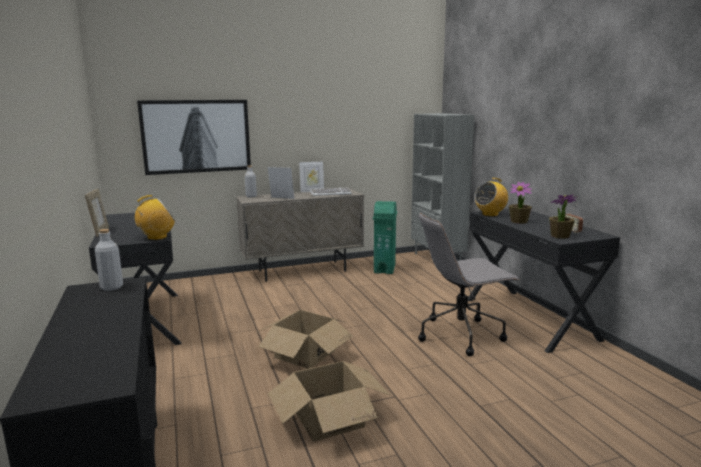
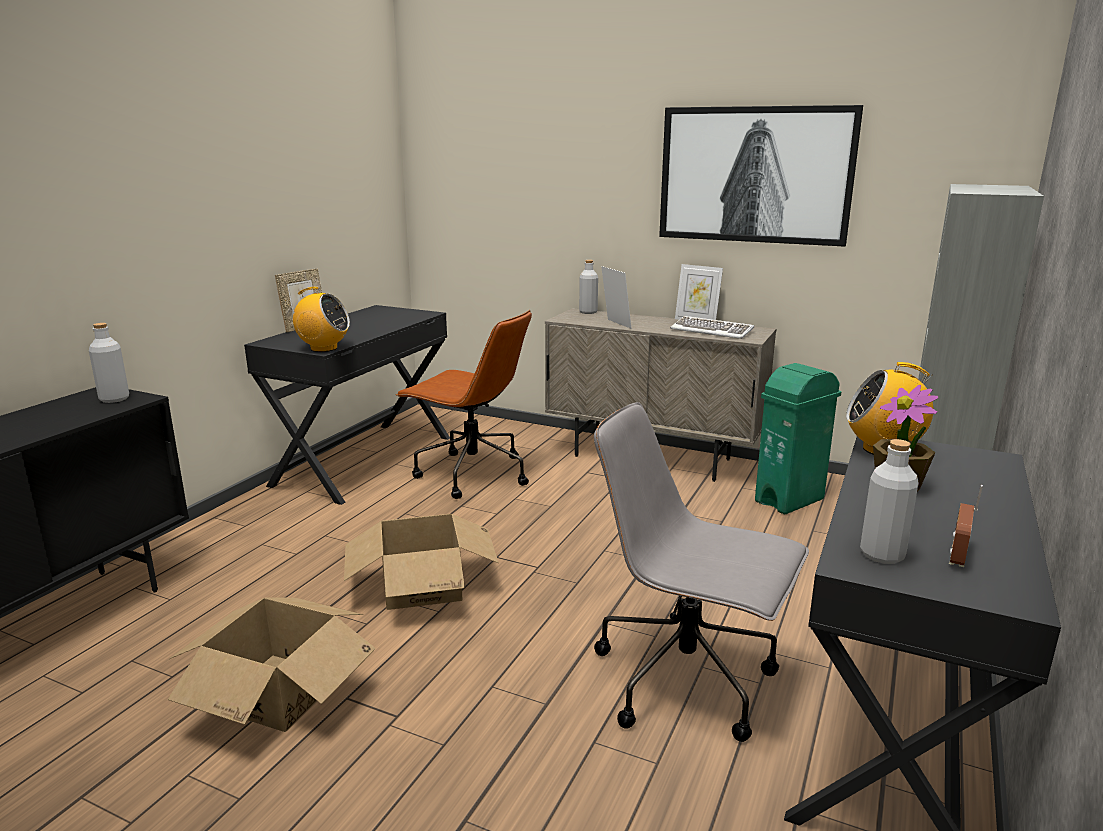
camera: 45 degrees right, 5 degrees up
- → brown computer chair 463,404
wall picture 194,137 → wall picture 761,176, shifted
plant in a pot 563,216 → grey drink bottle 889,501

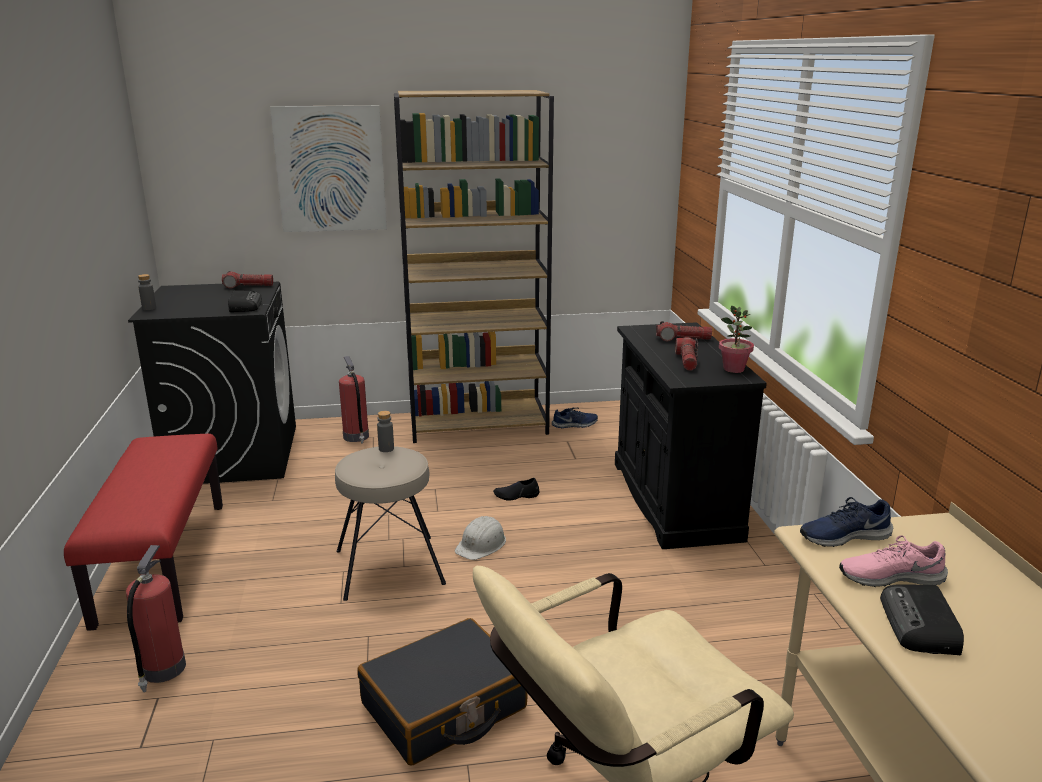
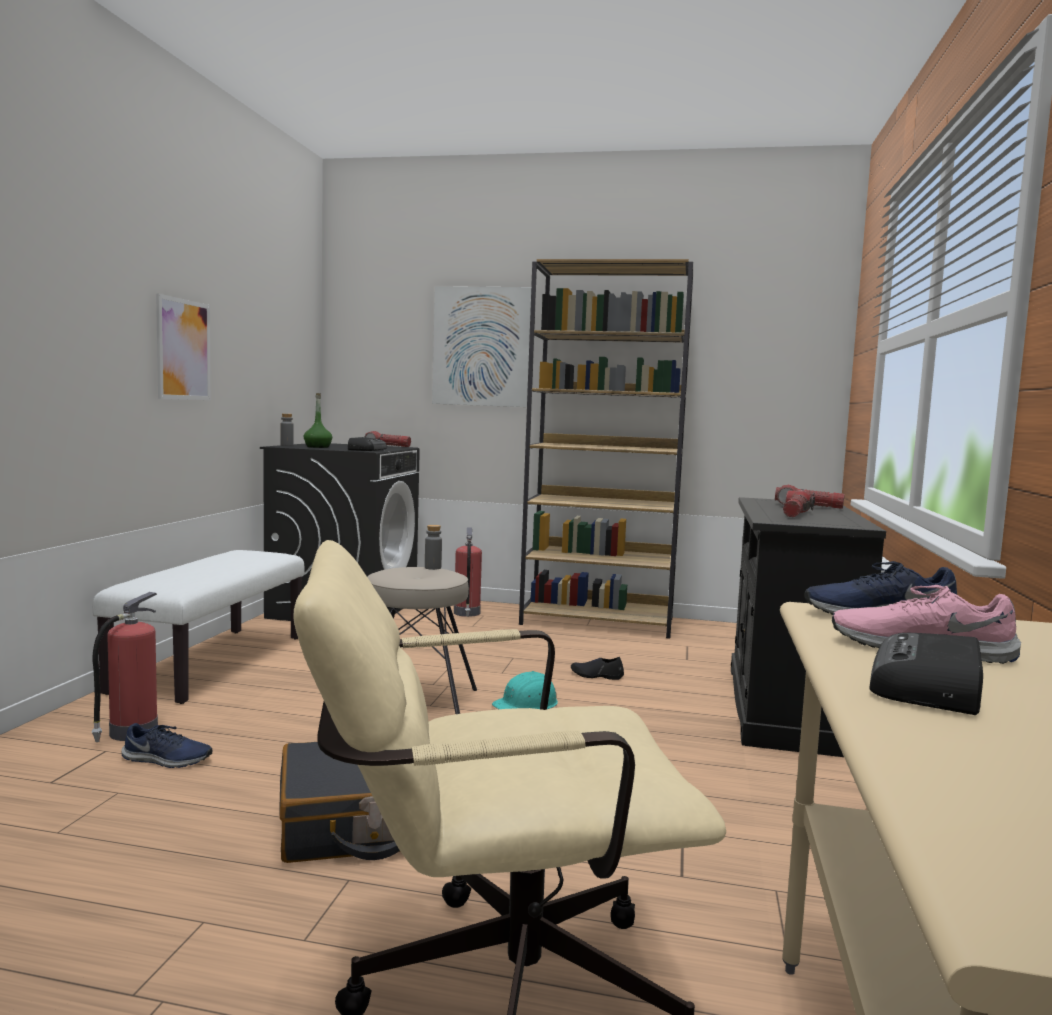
camera: 20 degrees right, 15 degrees down
red long seat 143,532 → white-coloured long seat 199,627
bluish low shoe 575,418 → bluish low shoe 167,745, shifted
- → wall picture 183,346
- → green drink bottle 318,420
white-coloured safety helmet 480,538 → turquoise safety helmet 525,690
plant in a pot 736,339 → -

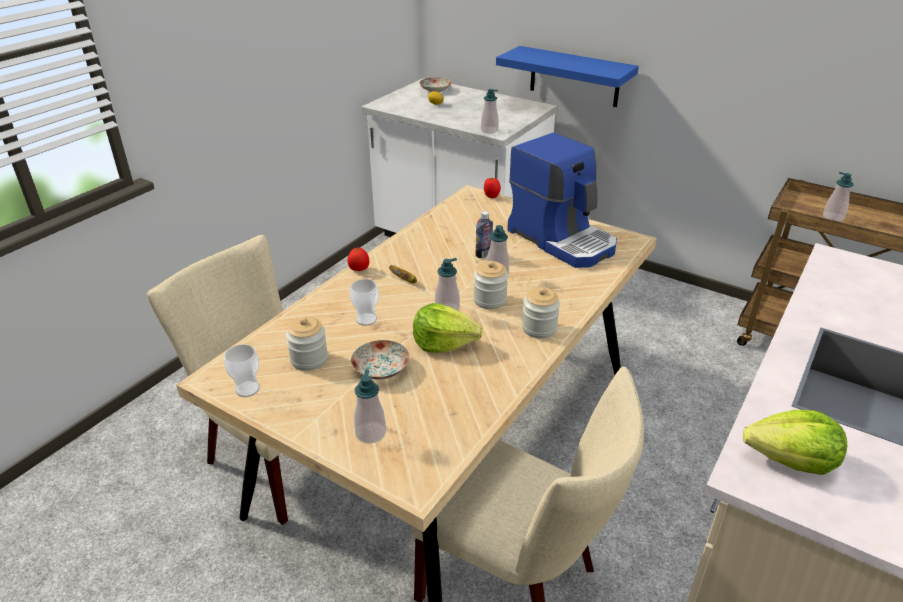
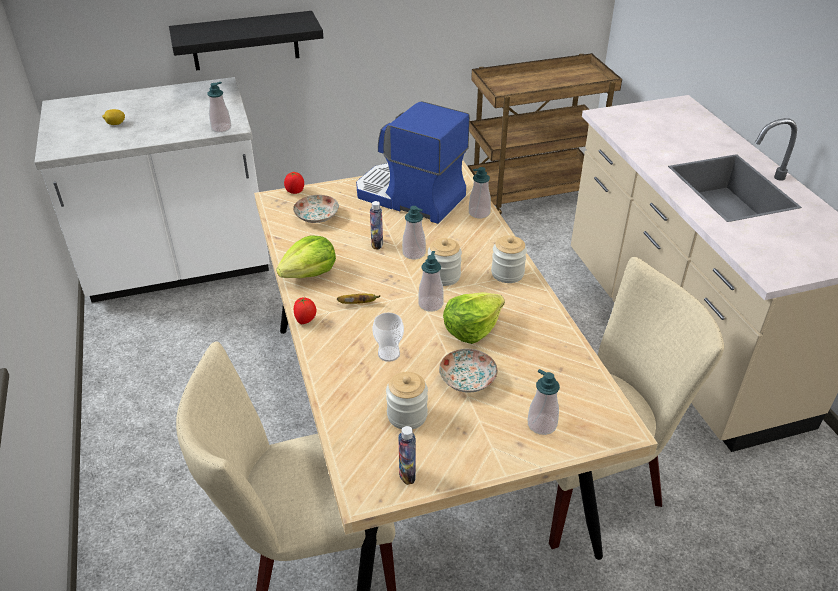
camera: 50 degrees left, 5 degrees up
bluish wall shelf 567,76 → black wall shelf 246,40
head of lettuce 795,442 → head of lettuce 306,256, shifted
flat dish 436,84 → flat dish 316,209, shifted
coffee brewer 562,200 → coffee brewer 413,162, 150 degrees counterclockwise
drinking cup 242,370 → drink bottle 407,455
soap dispenser 838,197 → soap dispenser 480,192, shifted

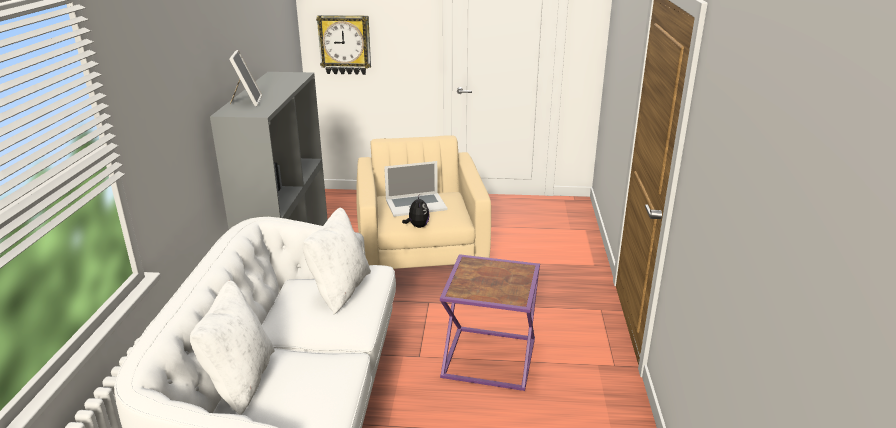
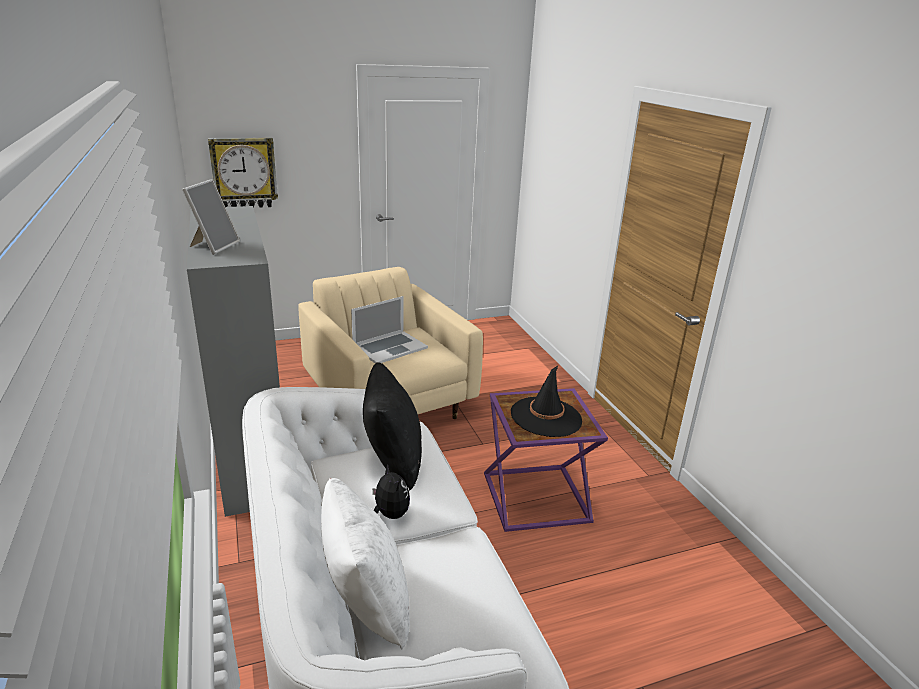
camera: 25 degrees left, 0 degrees up
standing frame 245,78 → standing frame 211,217, 45 degrees clockwise
white-coloured cushion 336,261 → black cushion 392,426
plush toy 416,212 → plush toy 391,491, shifted
- → black hat 546,401

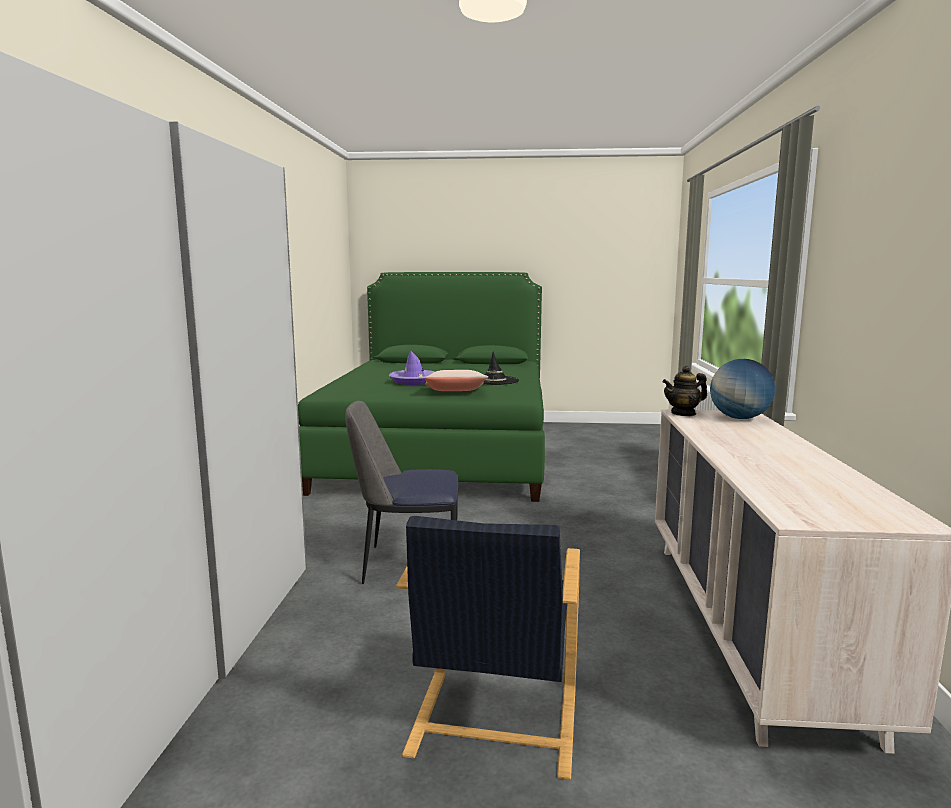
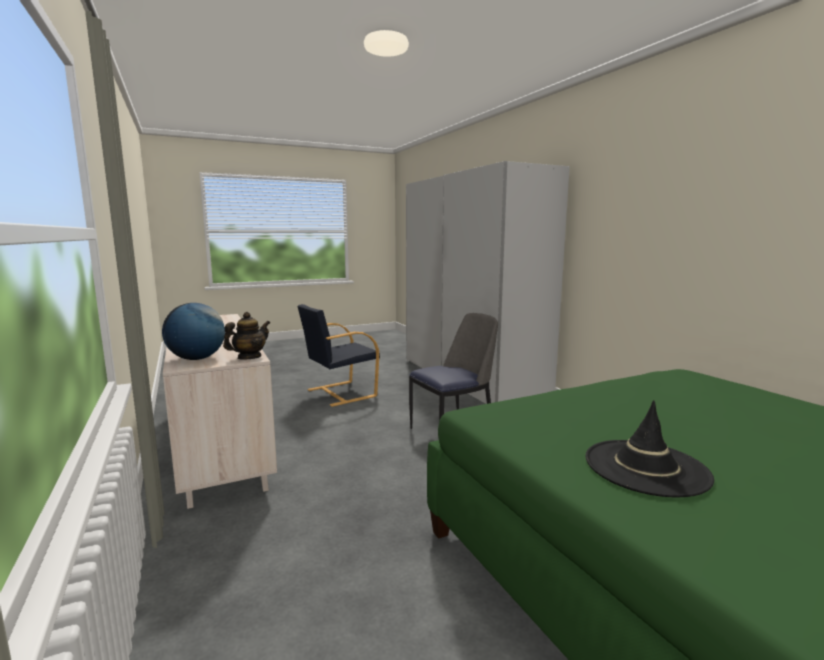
camera: 150 degrees right, 0 degrees up
black easy chair 488,648 → black easy chair 339,355, 105 degrees counterclockwise
purplish hat 412,367 → -
beige cushion 456,380 → -

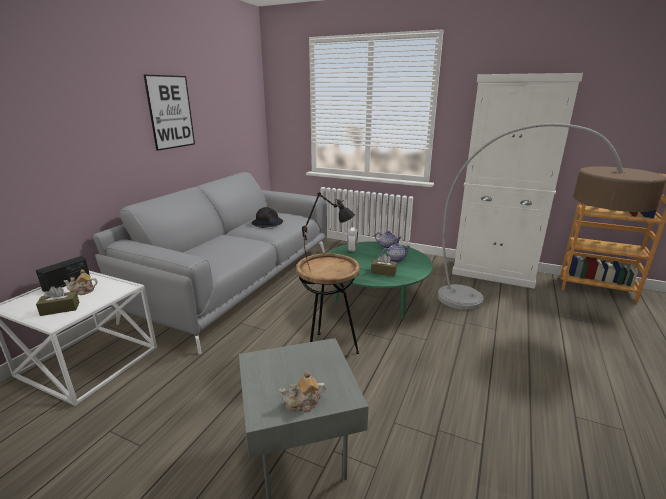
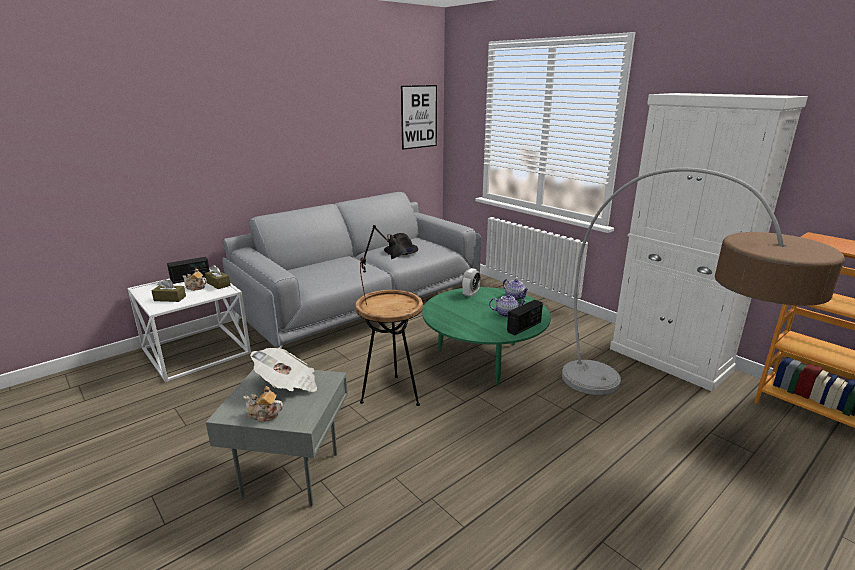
camera: 25 degrees right, 0 degrees up
brown tissue box 384,265 → brown tissue box 218,277, shifted
- → printed paper 283,370
wall picture 169,113 → wall picture 419,117, shifted
- → radio 525,317

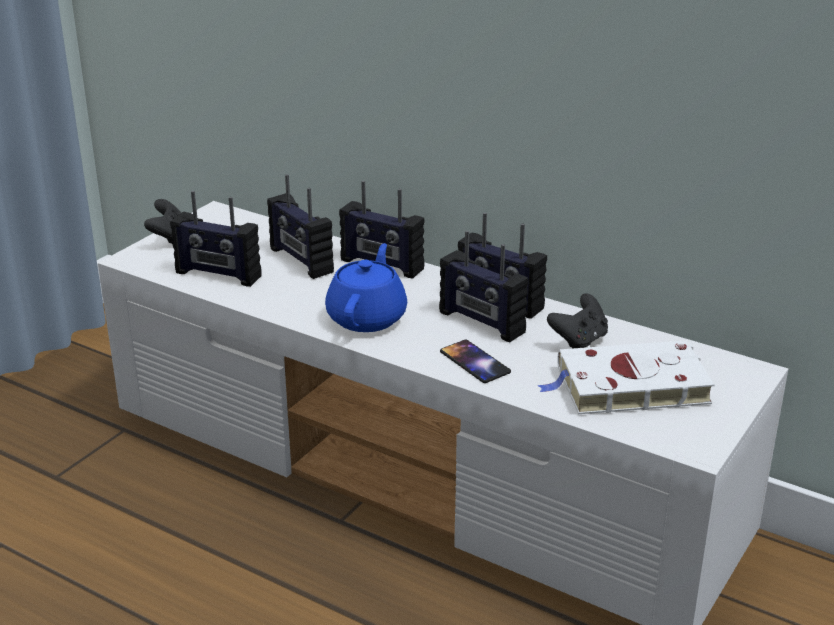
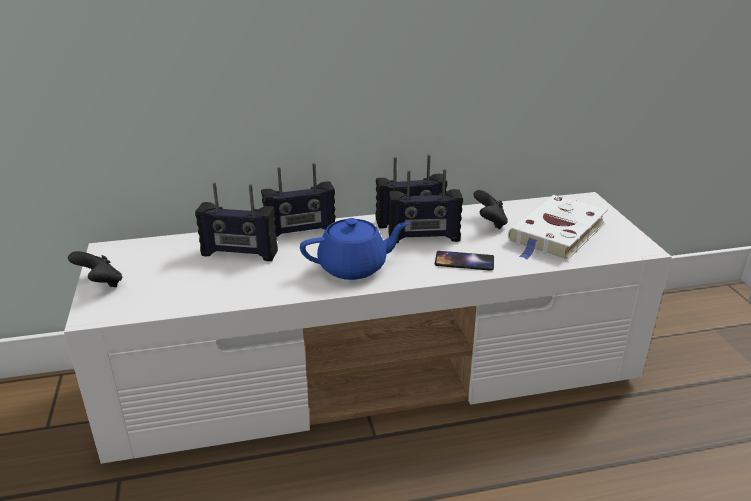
camera: 45 degrees left, 0 degrees up
bluish tea pot 366,287 → bluish tea pot 354,249, 105 degrees clockwise
radio 216,239 → -

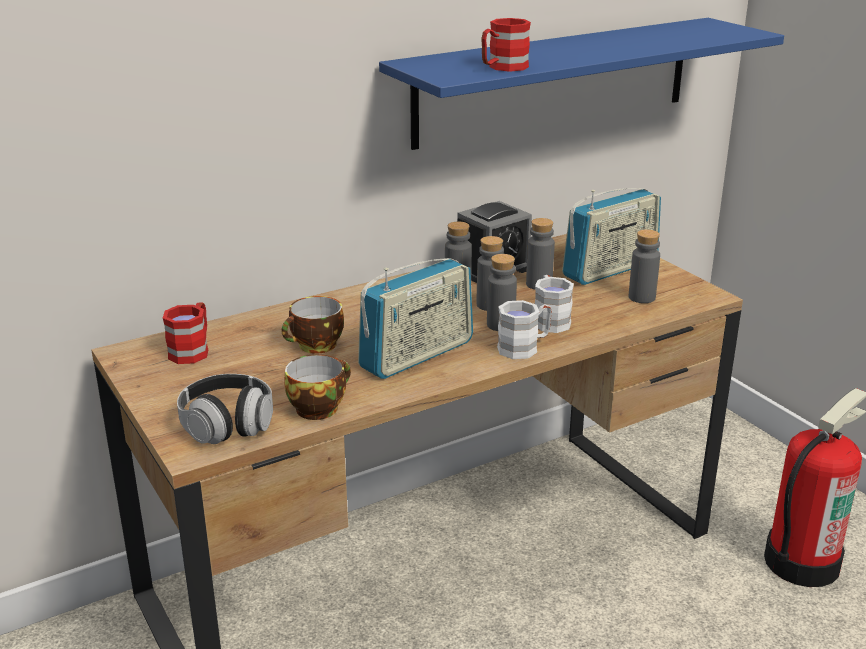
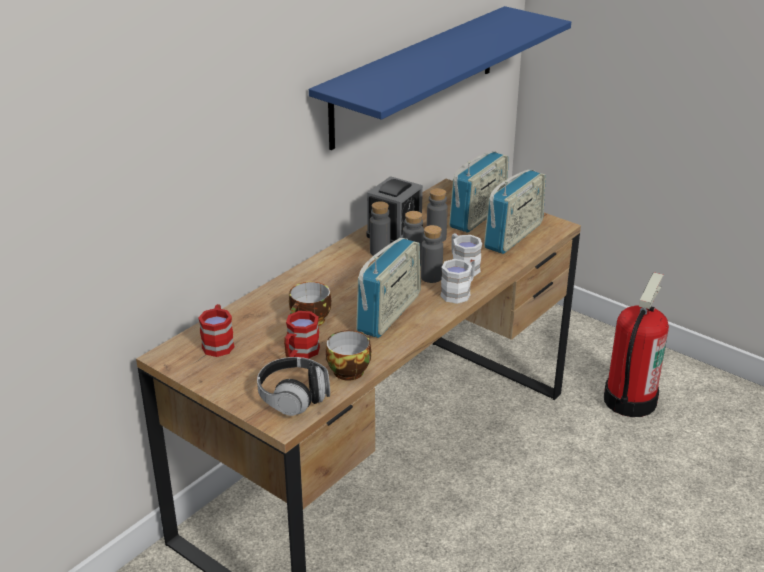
camera: 20 degrees left, 5 degrees up
red tea mug 506,45 → red tea mug 302,335, shifted
grey drink bottle 644,266 → radio 515,211

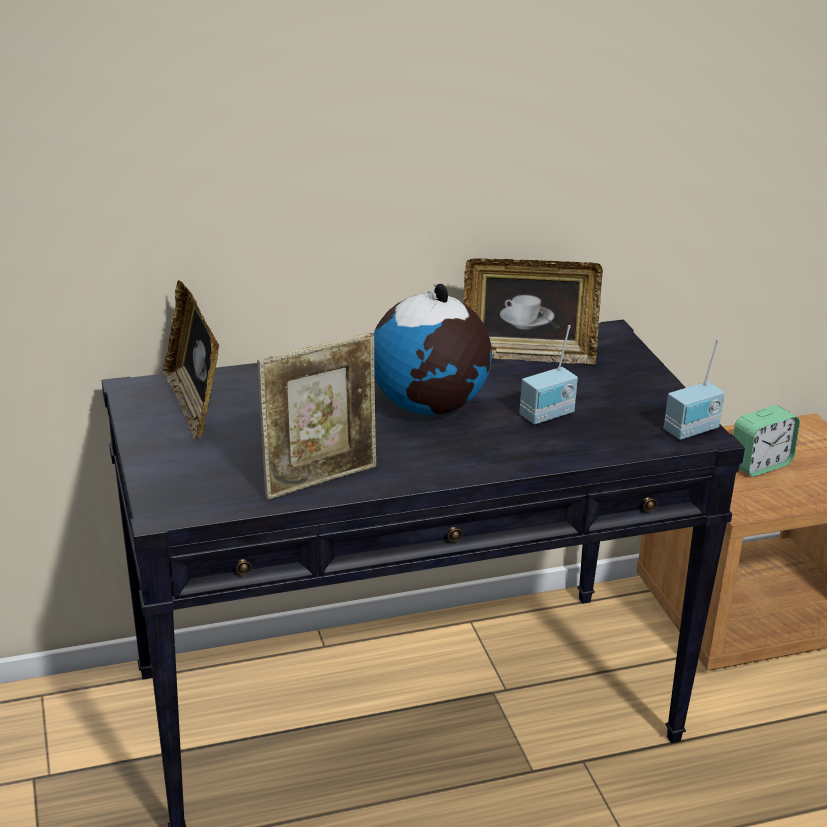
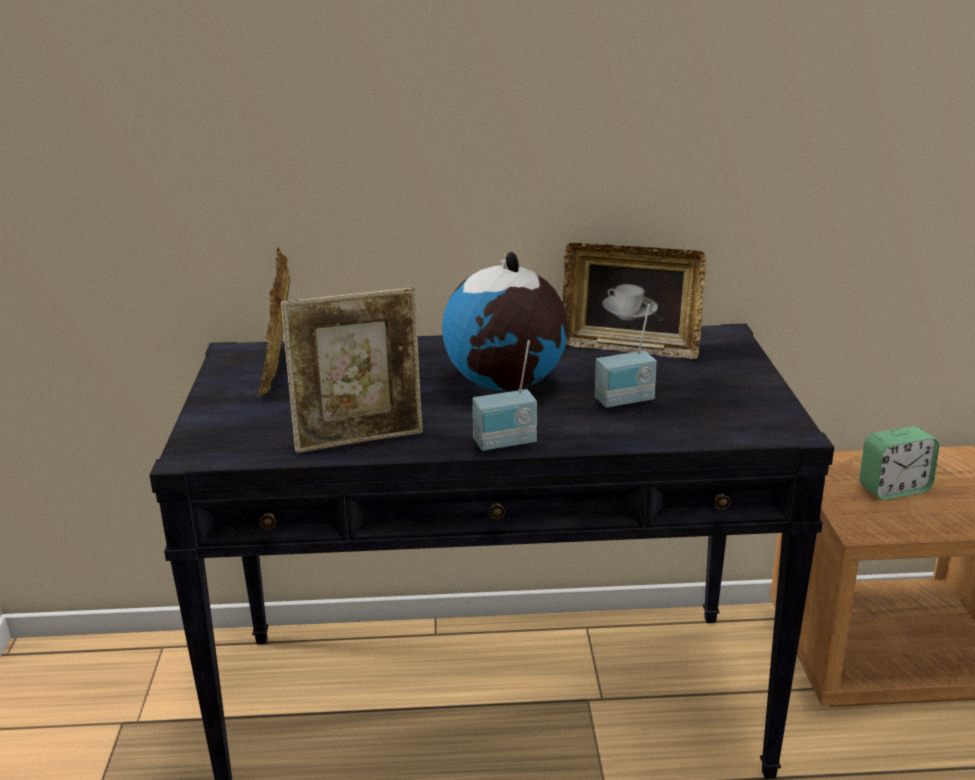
camera: 15 degrees right, 5 degrees down
radio 694,390 → radio 504,395, shifted

